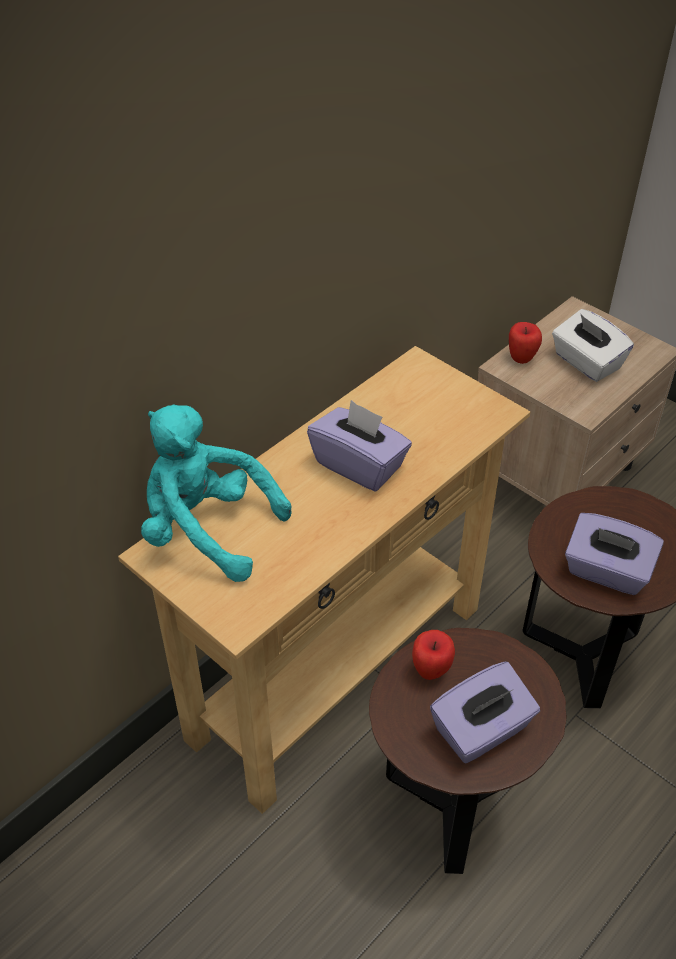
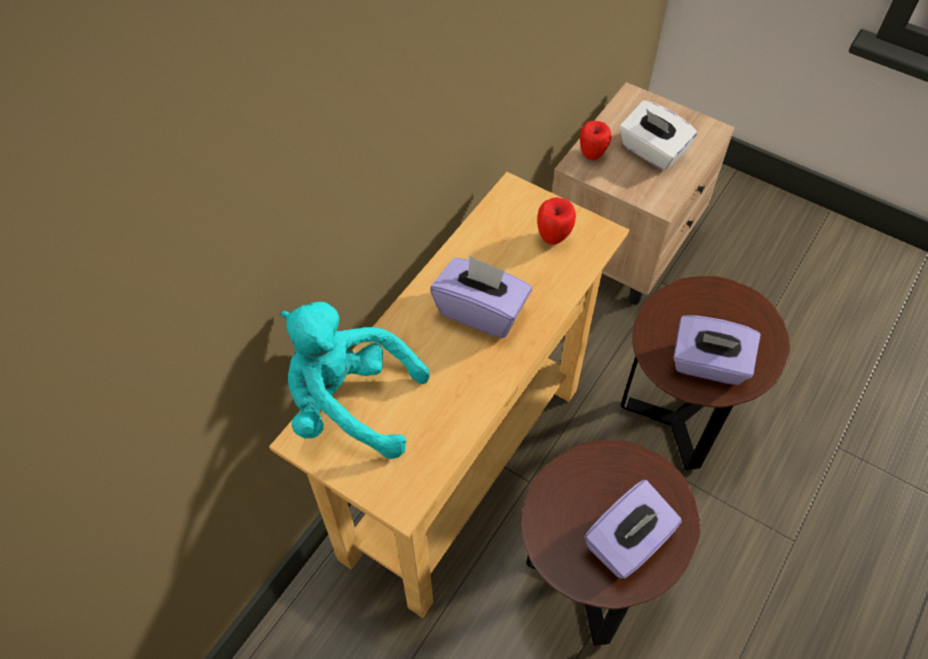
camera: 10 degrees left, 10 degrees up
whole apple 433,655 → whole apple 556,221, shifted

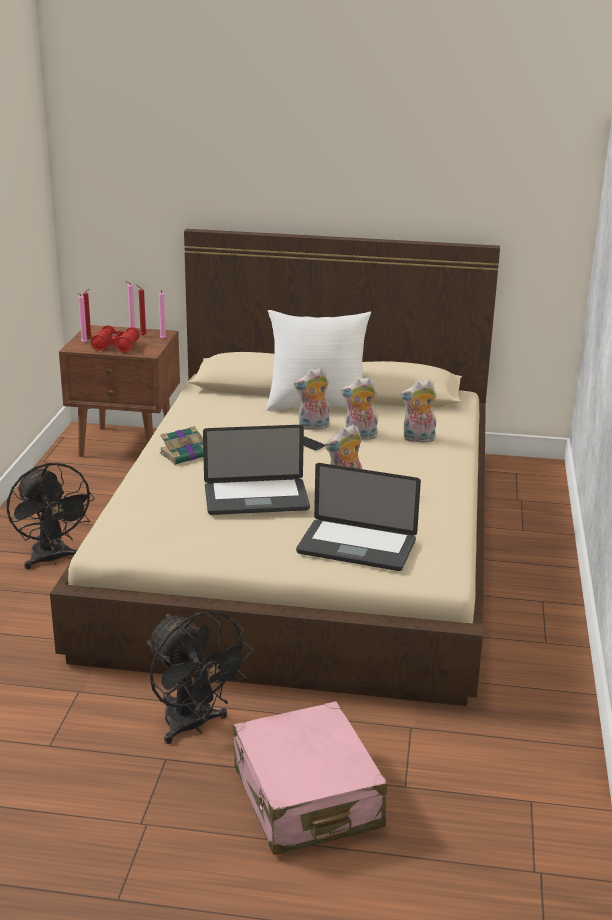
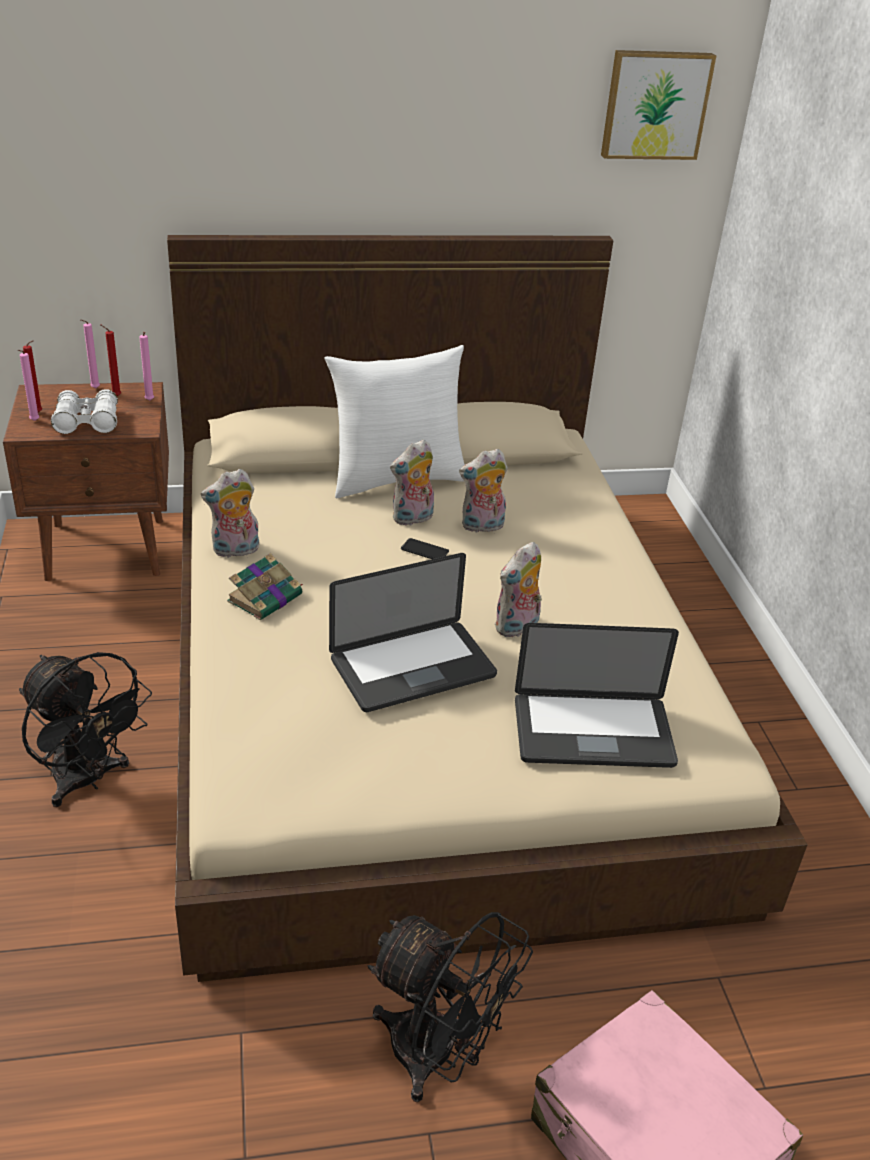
camera: 20 degrees left, 10 degrees up
red pair of binoculars 115,339 → white-coloured pair of binoculars 84,411
plush toy 418,410 → plush toy 230,513, shifted
- → wall picture 658,105

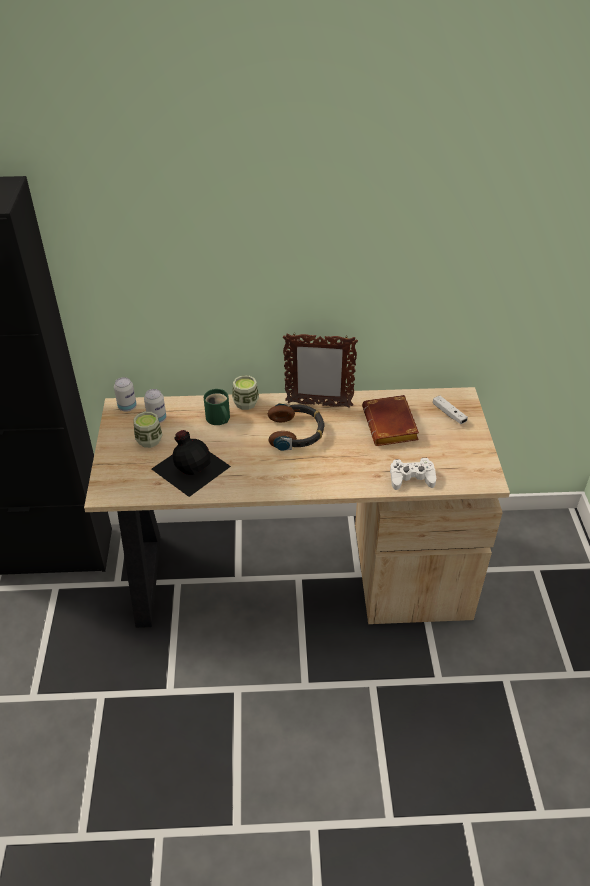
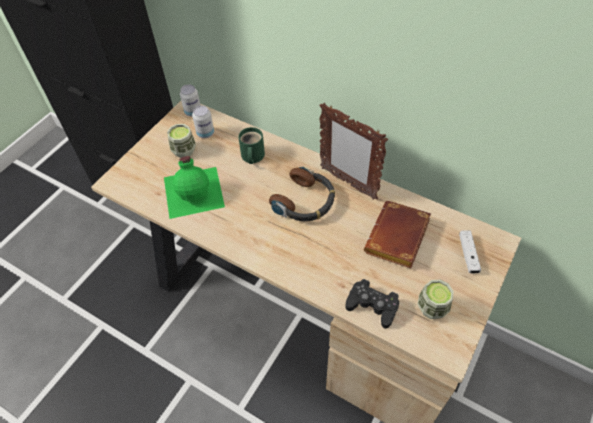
camera: 35 degrees right, 10 degrees up
black drink bottle 191,463 → green drink bottle 194,187
white-coloured gamepad 413,474 → black gamepad 372,303
drinking cup 245,392 → drinking cup 436,299, shifted

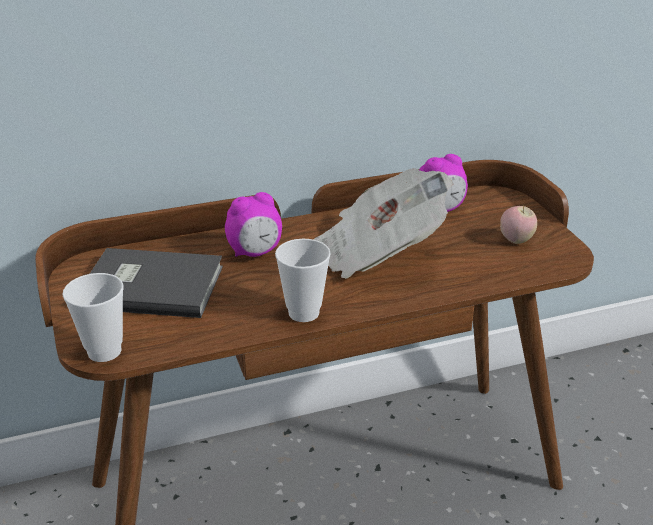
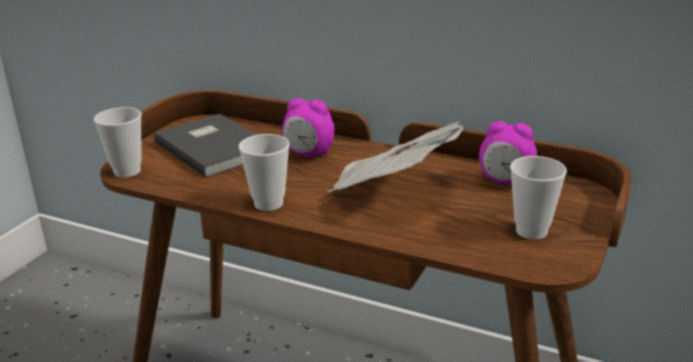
camera: 45 degrees right, 5 degrees down
whole apple 518,224 → drinking cup 538,198

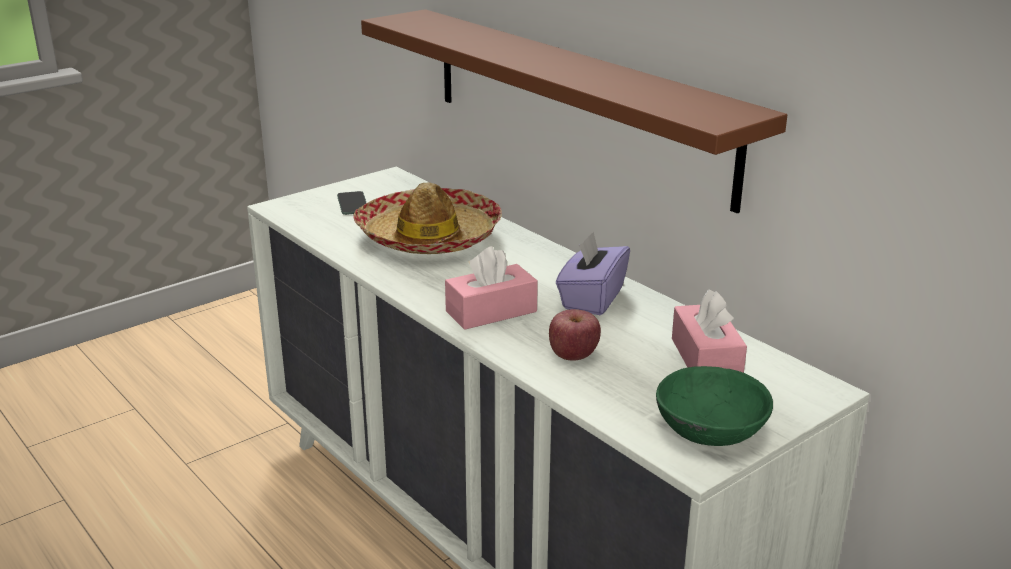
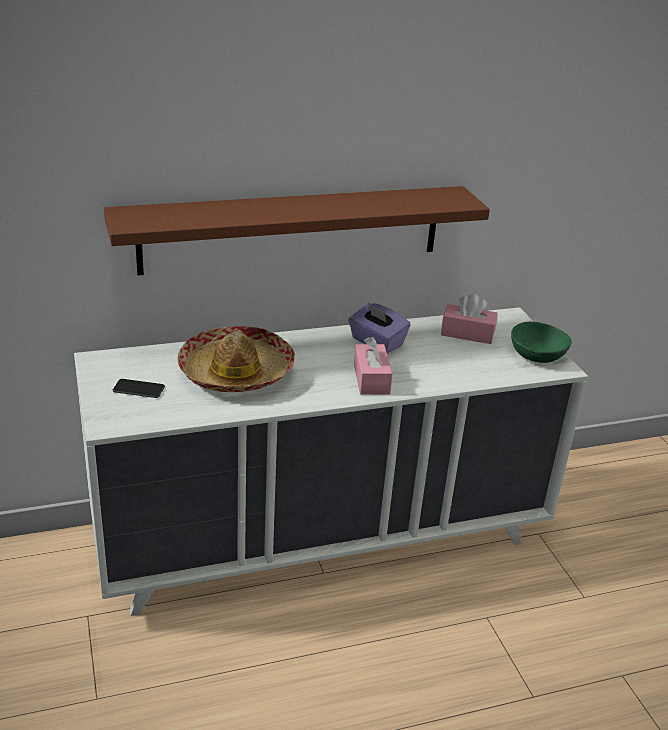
camera: 70 degrees left, 5 degrees up
whole apple 575,335 → -

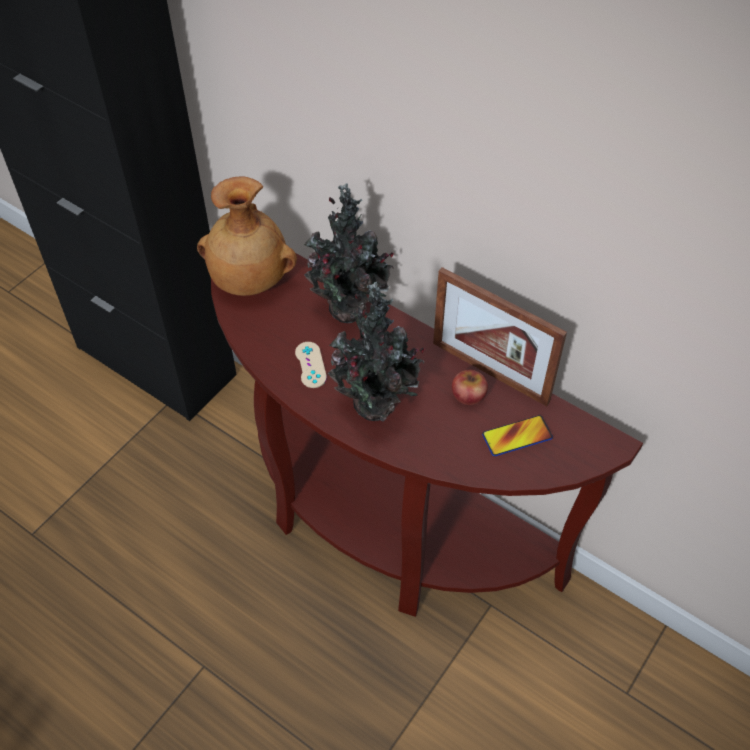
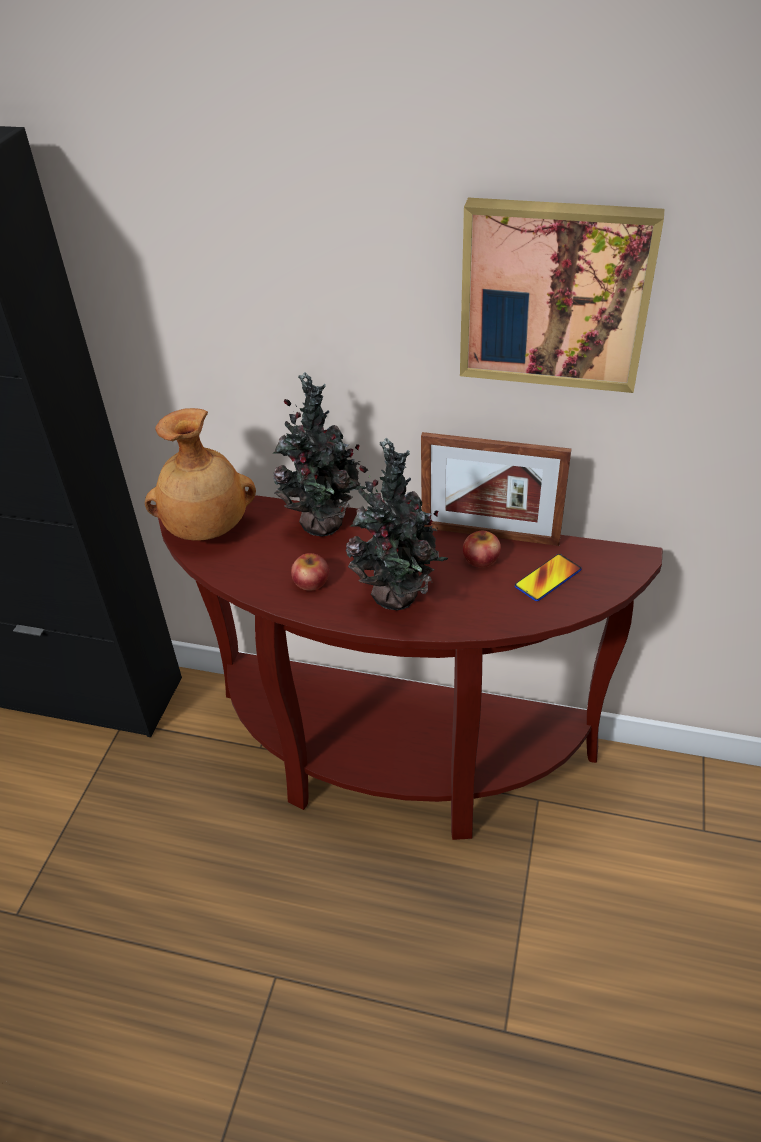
camera: 20 degrees left, 10 degrees down
beige gamepad 311,365 → whole apple 310,572
- → wall picture 562,295

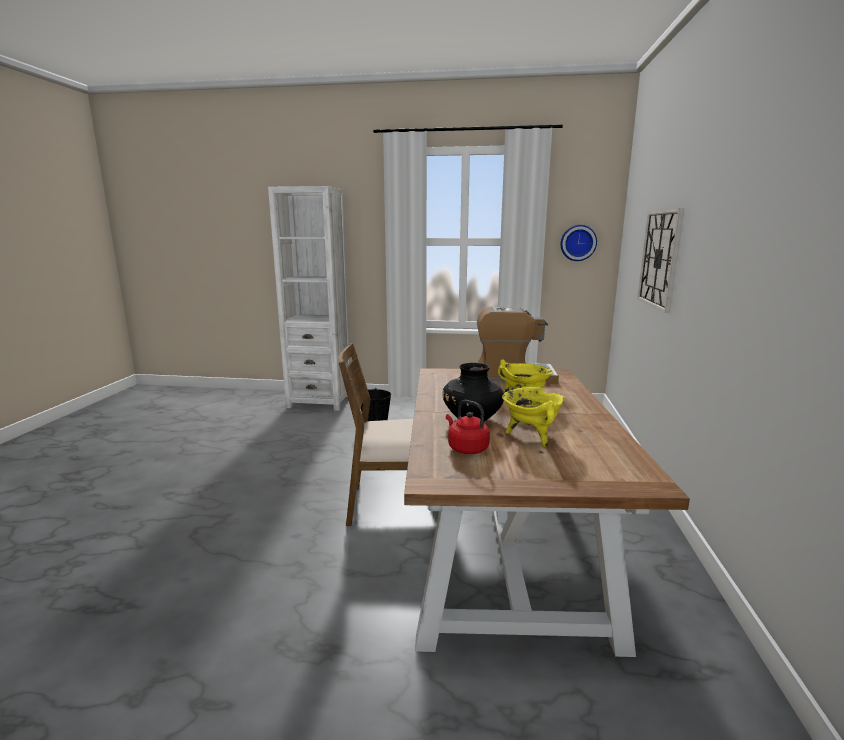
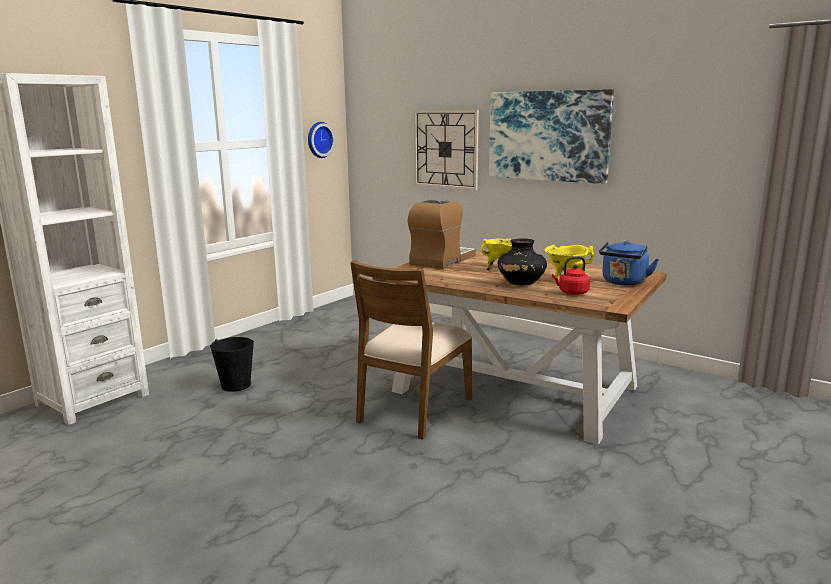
camera: 60 degrees left, 0 degrees up
- → wall picture 551,136
- → bluish tea kettle 629,263

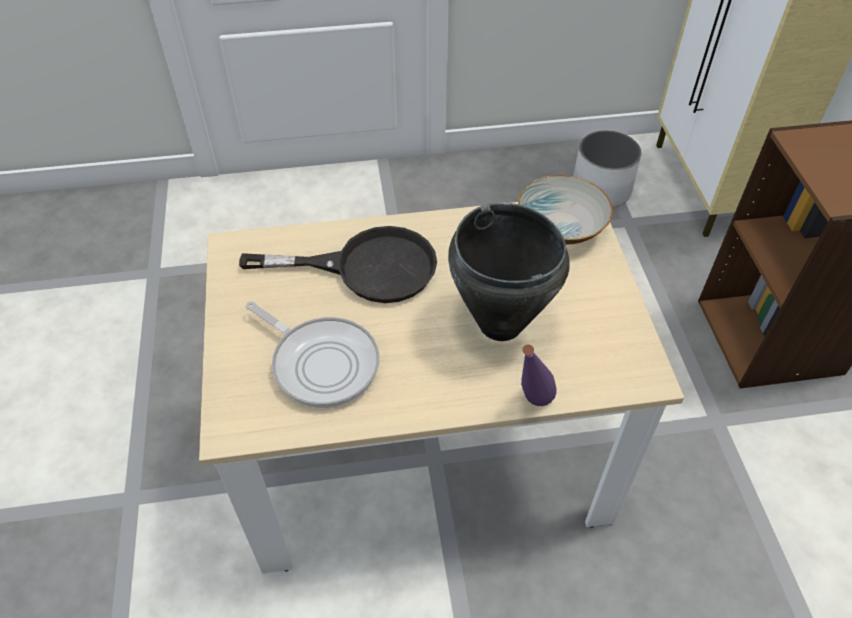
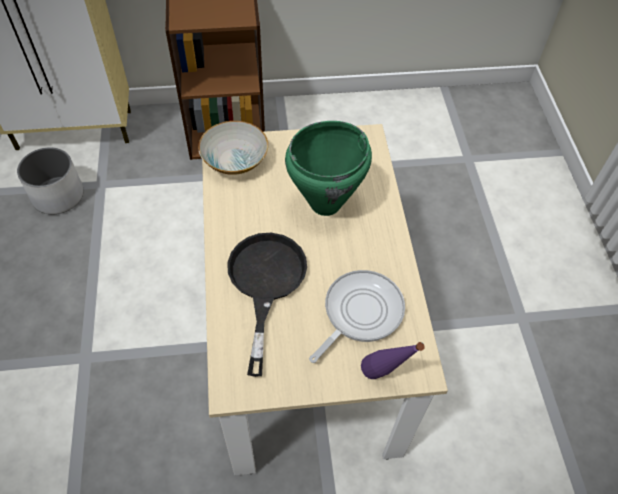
camera: 90 degrees left, 5 degrees up
black stockpot 509,271 → green stockpot 328,168
purplish drink bottle 539,375 → purplish drink bottle 393,360, shifted

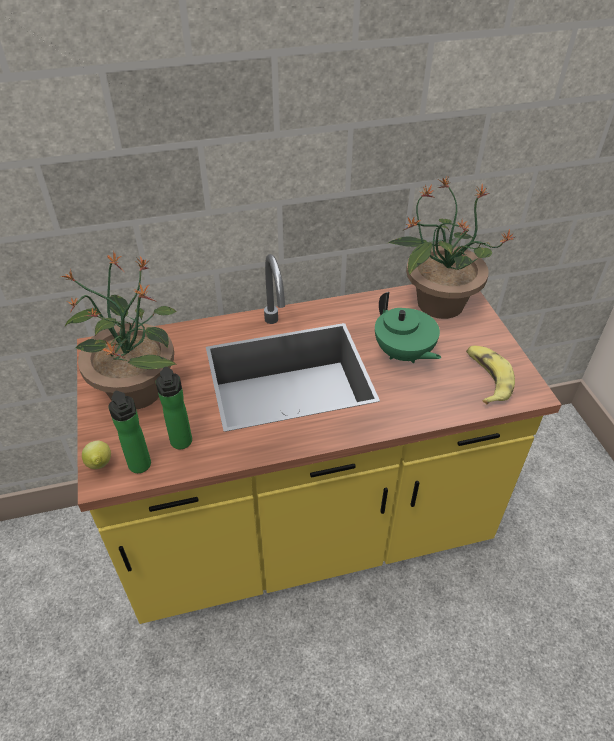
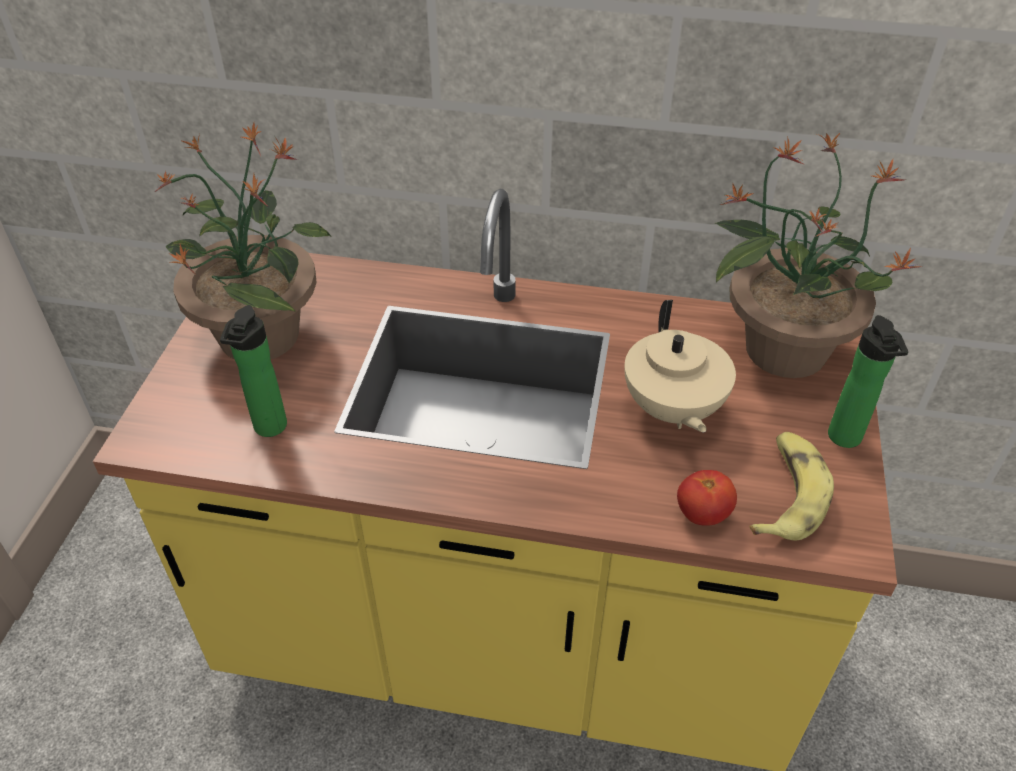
camera: 25 degrees right, 0 degrees up
green tea pot 408,327 → beige tea pot 680,366
- → whole tomato 707,498
drink bottle 129,432 → drink bottle 868,381, shifted
citrus fruit 96,455 → -

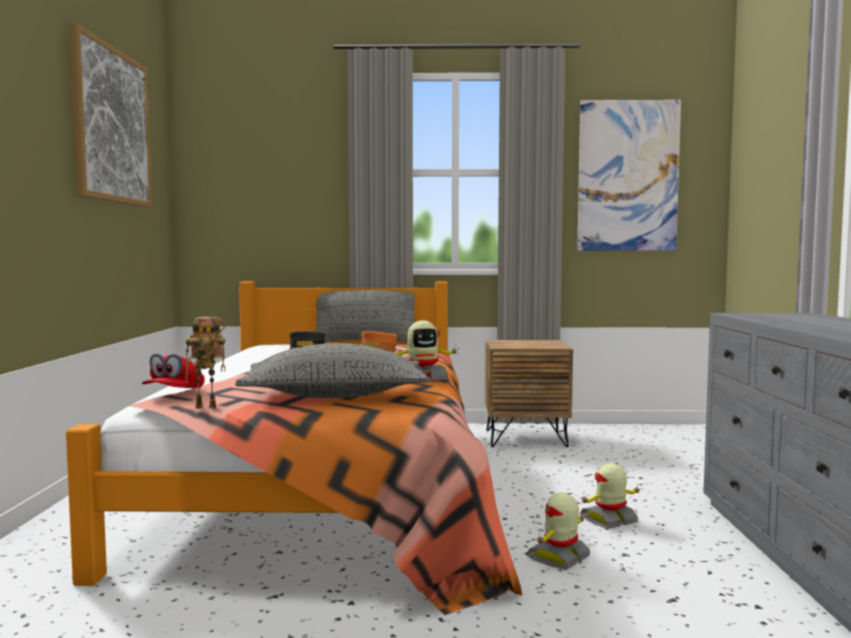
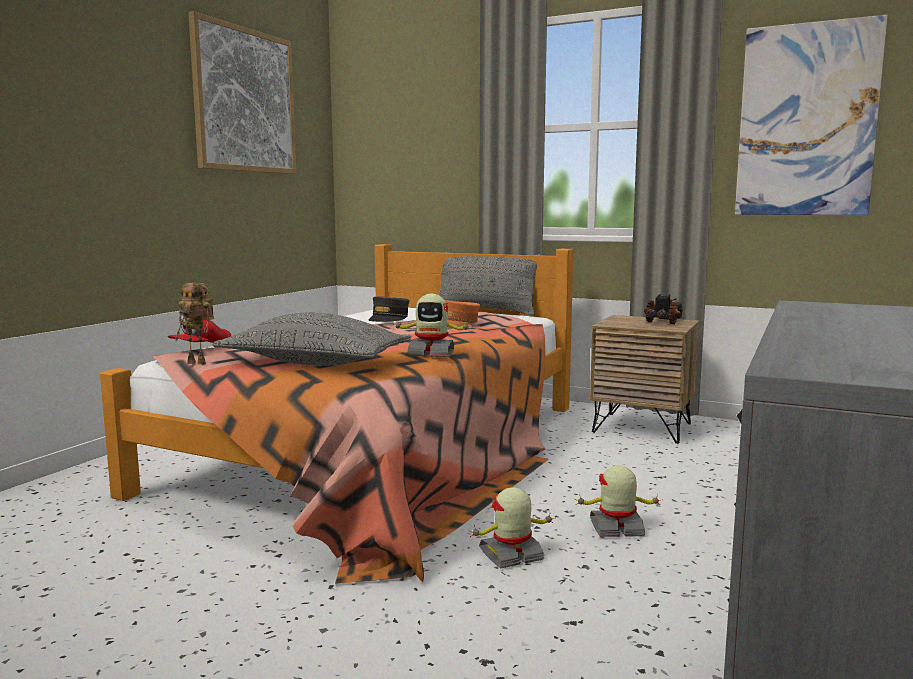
camera: 25 degrees right, 5 degrees up
- → toy lorry 663,309

